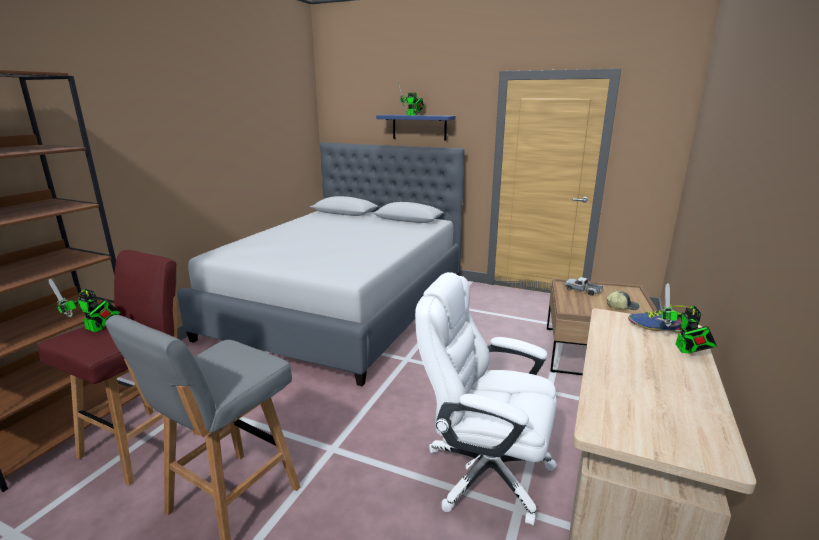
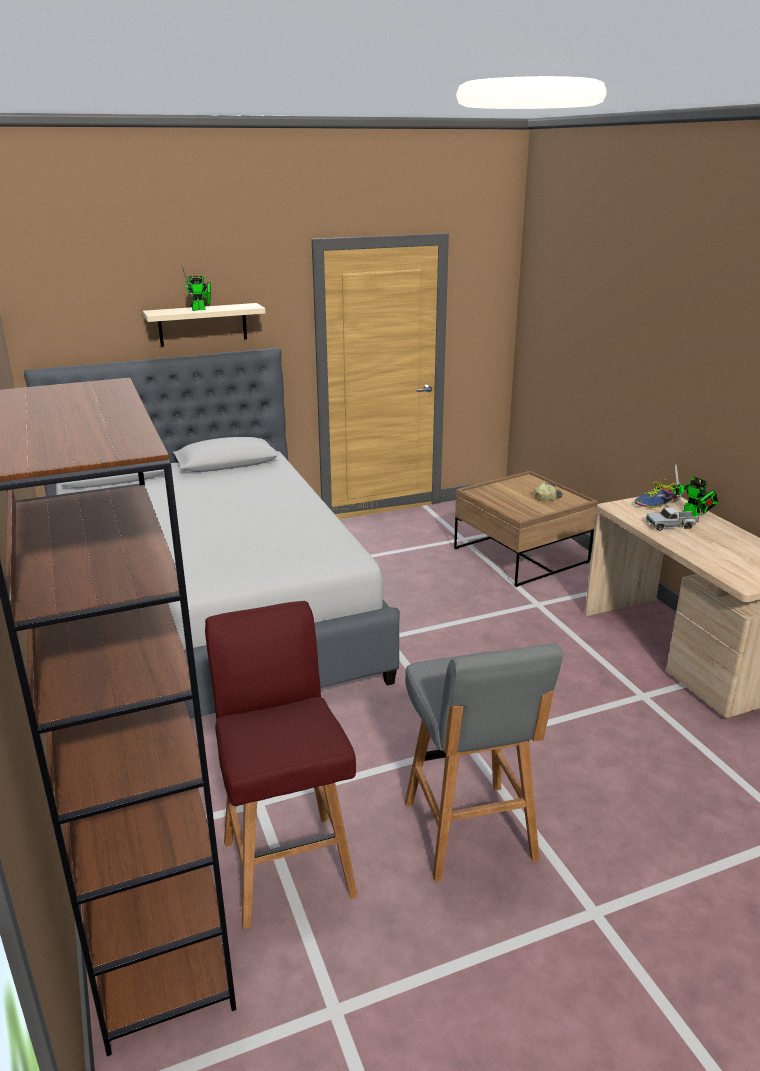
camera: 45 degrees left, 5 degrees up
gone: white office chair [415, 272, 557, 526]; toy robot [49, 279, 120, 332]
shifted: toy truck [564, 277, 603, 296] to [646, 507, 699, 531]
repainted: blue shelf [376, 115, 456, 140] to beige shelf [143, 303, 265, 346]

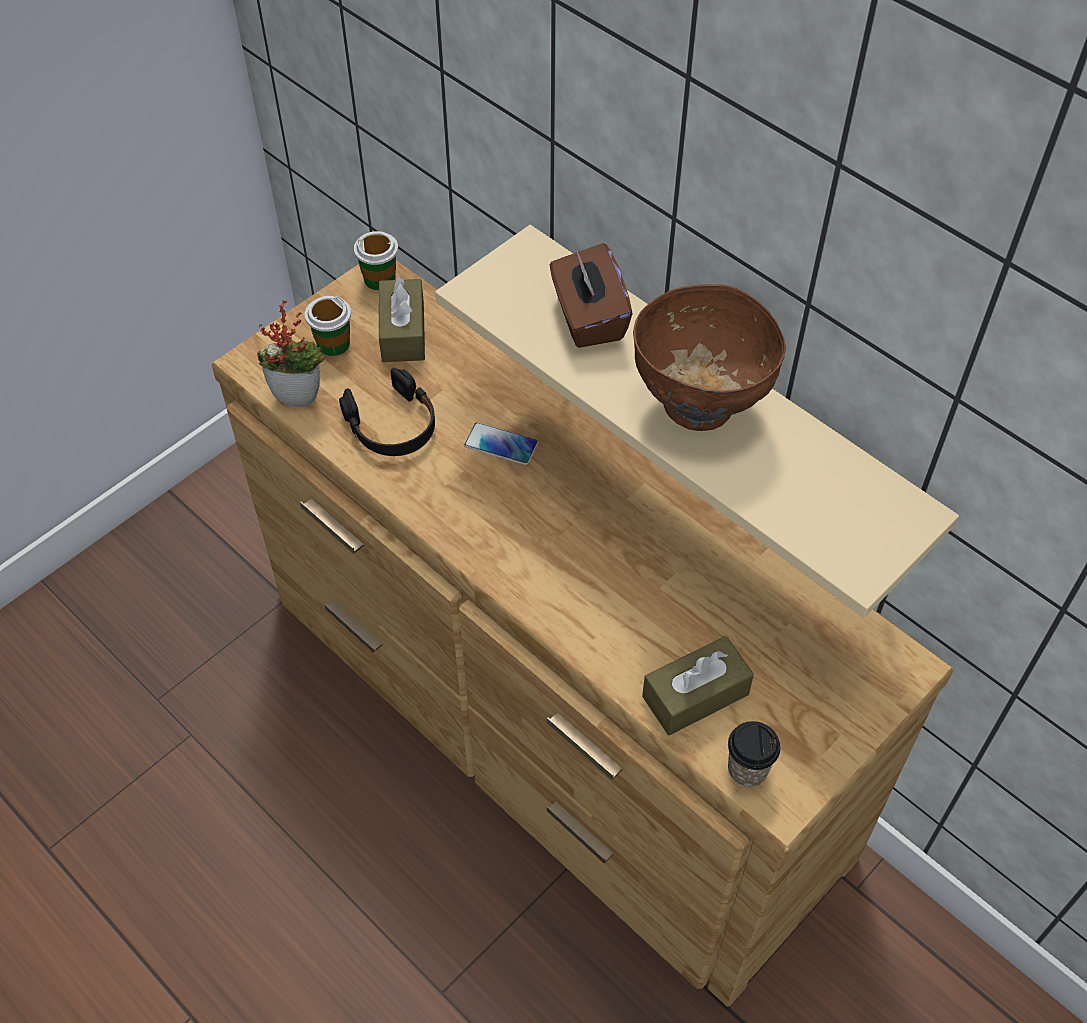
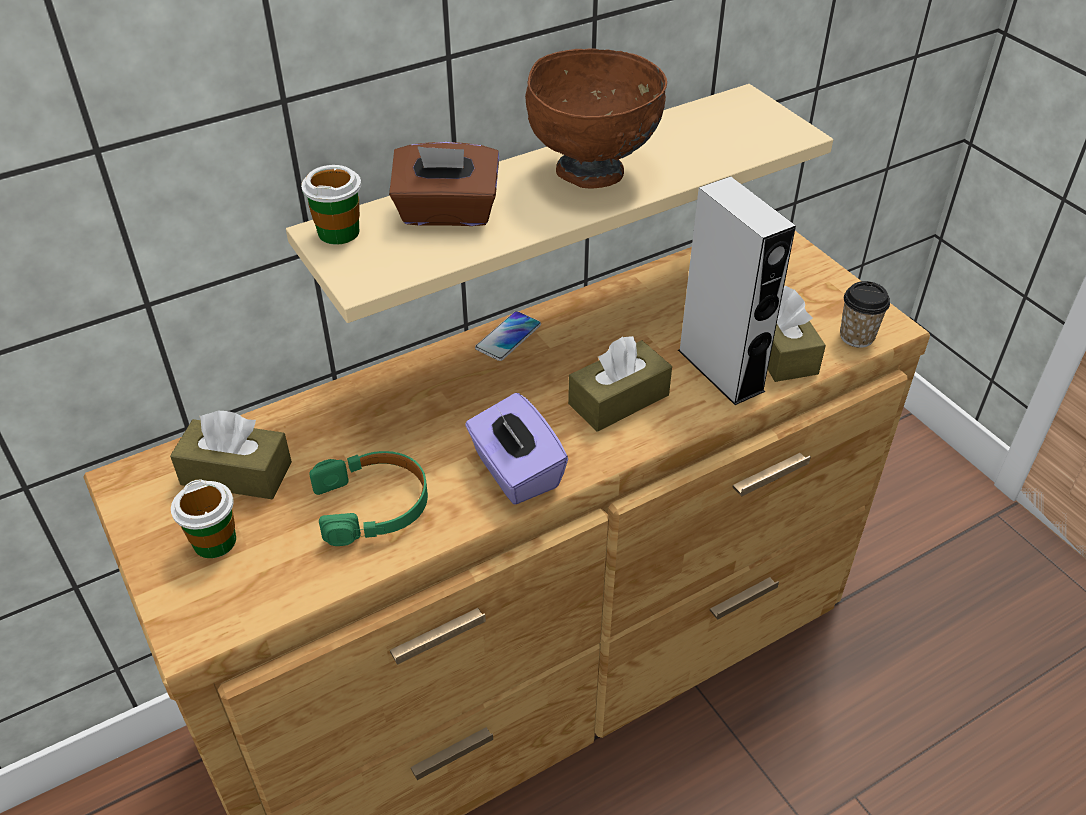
camera: 75 degrees left, 10 degrees down
gone: potted plant [257, 300, 326, 407]
new: grey speaker [678, 176, 796, 405]; brown tissue box [568, 336, 672, 432]; purple tissue box [465, 393, 568, 505]
shifted: cup [354, 231, 398, 290] to [301, 165, 361, 245]; phone [464, 422, 538, 465] to [475, 311, 541, 361]
repainted: black headphones [339, 368, 435, 456] to green headphones [310, 451, 428, 546]

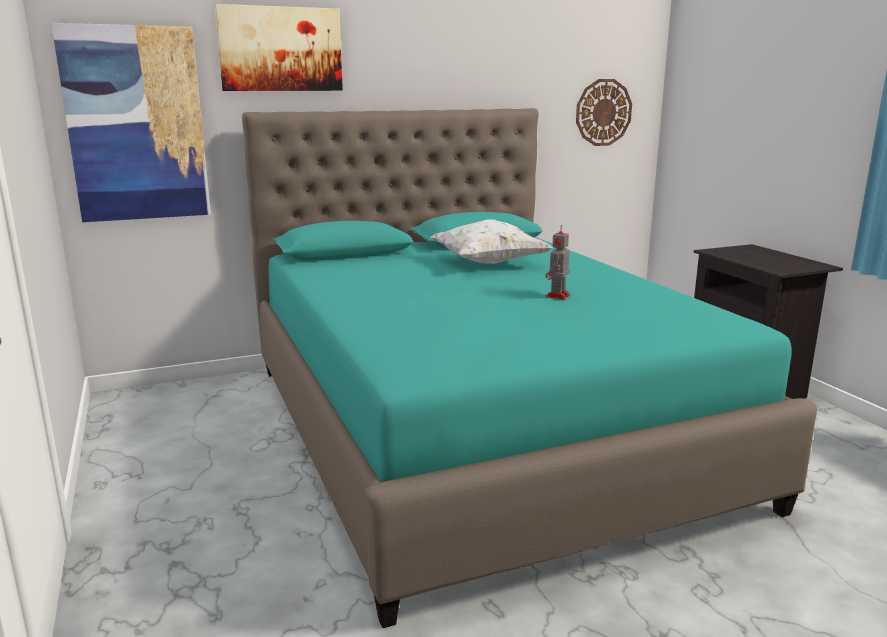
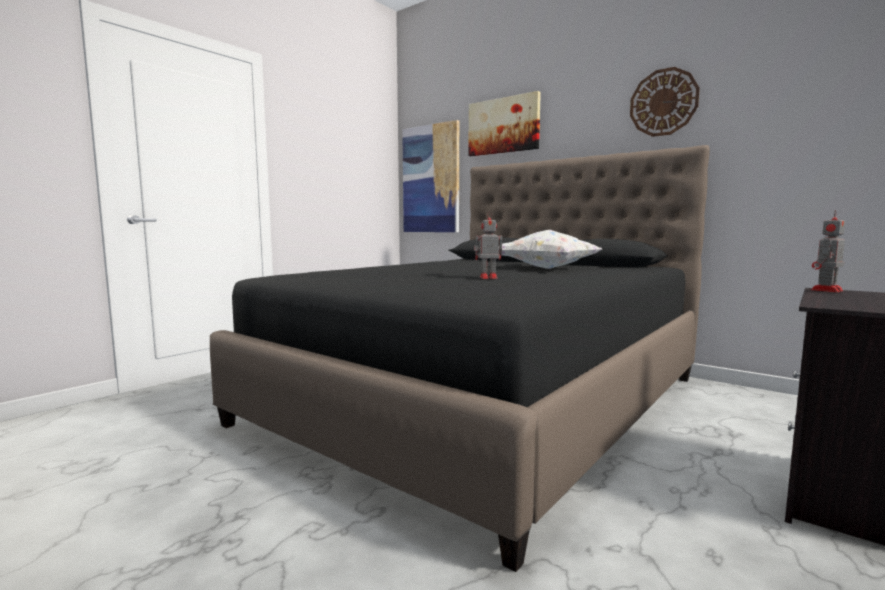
camera: 60 degrees right, 10 degrees down
new: toy robot [811, 210, 845, 293]
shifted: wall clock [576, 79, 632, 146] to [630, 67, 700, 137]
repainted: turquoise bed [242, 108, 818, 628] to black bed [210, 145, 710, 572]

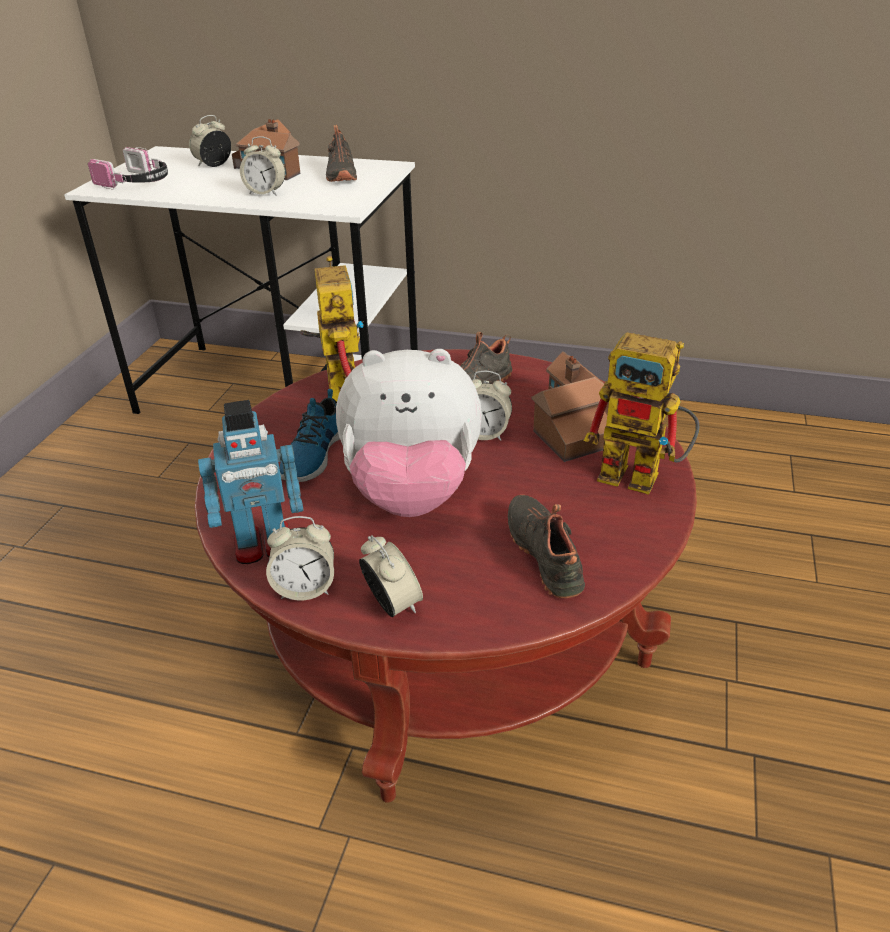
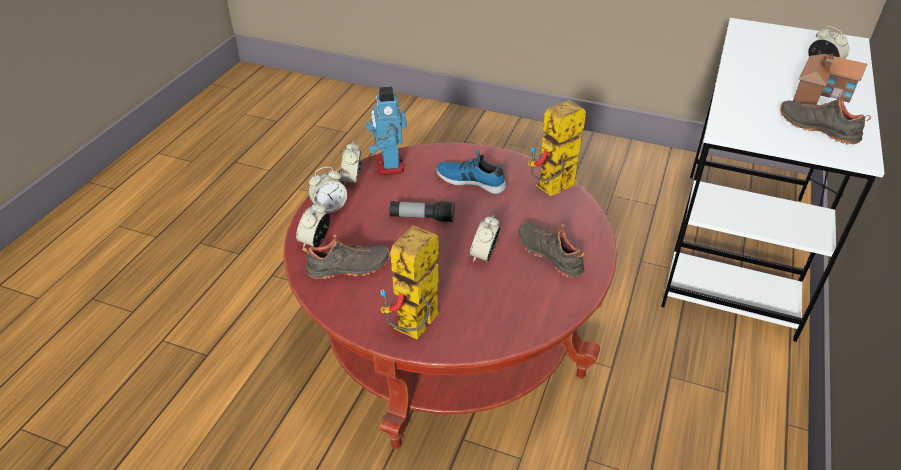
camera: 95 degrees right, 5 degrees up
gone: headphones [88, 147, 168, 189]; toy house [531, 351, 609, 462]
shifted: alarm clock [240, 136, 285, 195] to [296, 202, 330, 247]
swapped: plush toy [336, 349, 482, 517] to flashlight [390, 201, 455, 223]
rotated: black shoe [326, 125, 357, 182] = [780, 92, 871, 145] 45 degrees clockwise; toy robot [300, 256, 364, 401] = [528, 100, 586, 196] 150 degrees clockwise

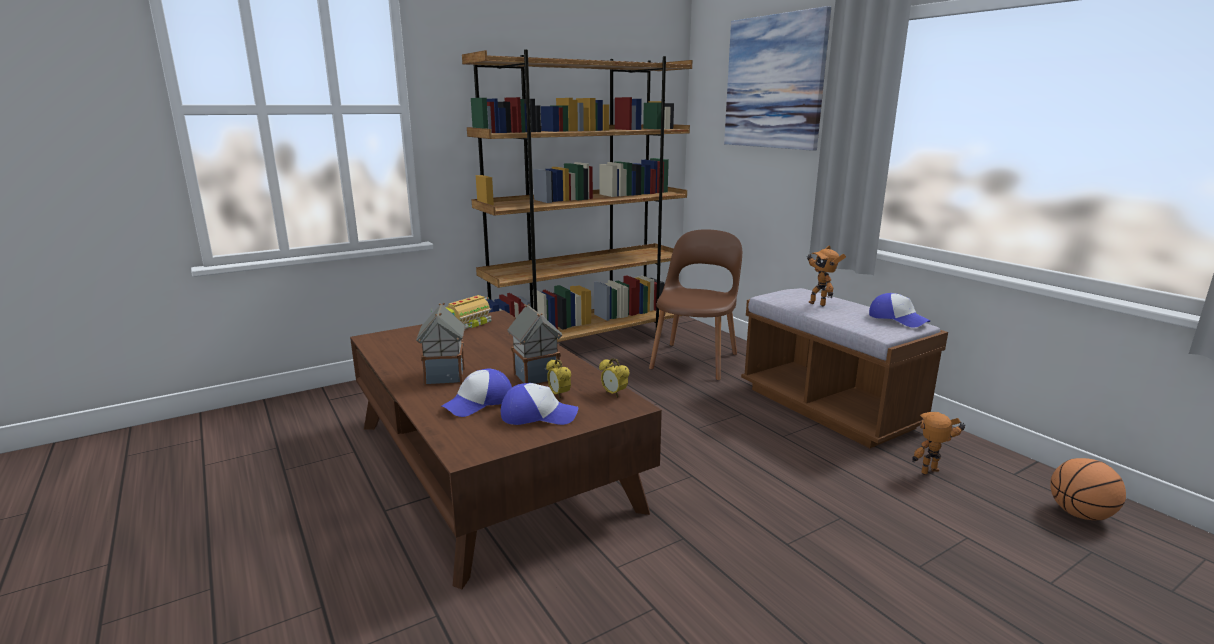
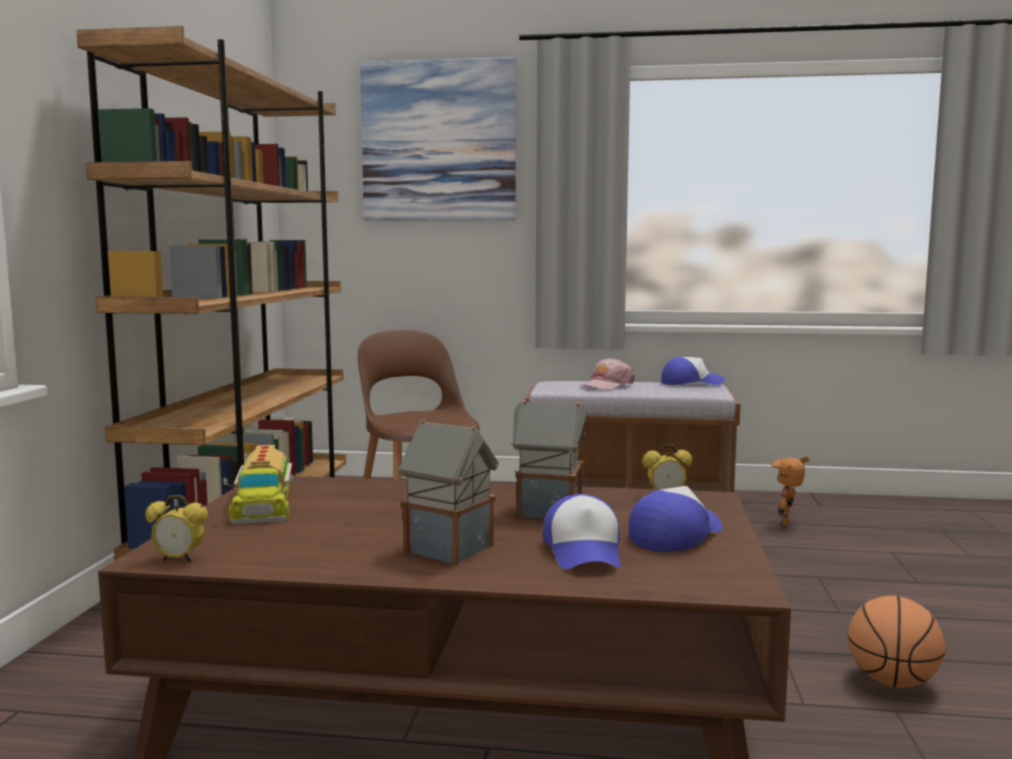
camera: 50 degrees left, 10 degrees down
shifted: alarm clock [546, 359, 571, 399] to [146, 495, 208, 562]; basketball [1050, 458, 1126, 520] to [848, 596, 946, 688]
swapped: toy robot [807, 245, 846, 306] to pink cap [580, 358, 635, 390]

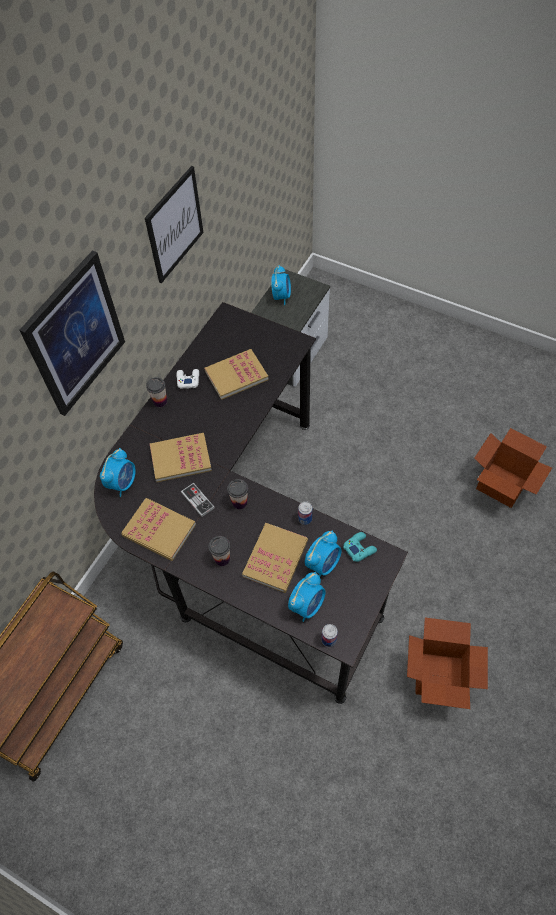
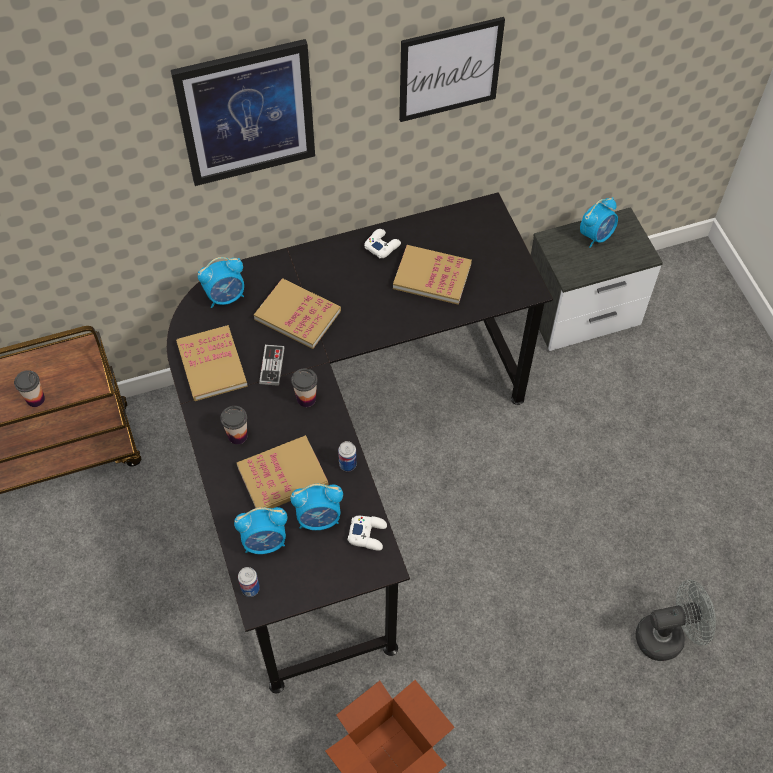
camera: 40 degrees right, 0 degrees up
shifted: cup [146, 377, 167, 407] to [14, 371, 45, 407]
swapped: cardboard box [474, 428, 552, 508] to grey fan [636, 580, 716, 661]
repainted: turquoise game controller [343, 532, 377, 562] to white game controller [348, 516, 387, 551]

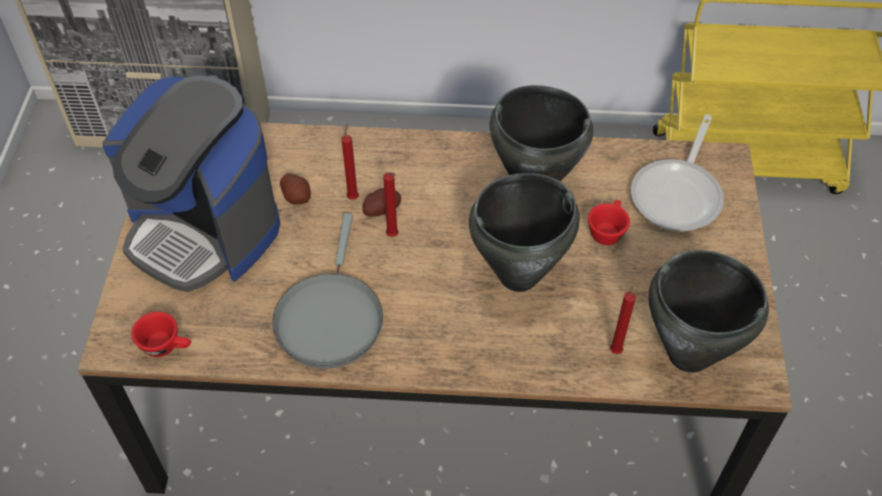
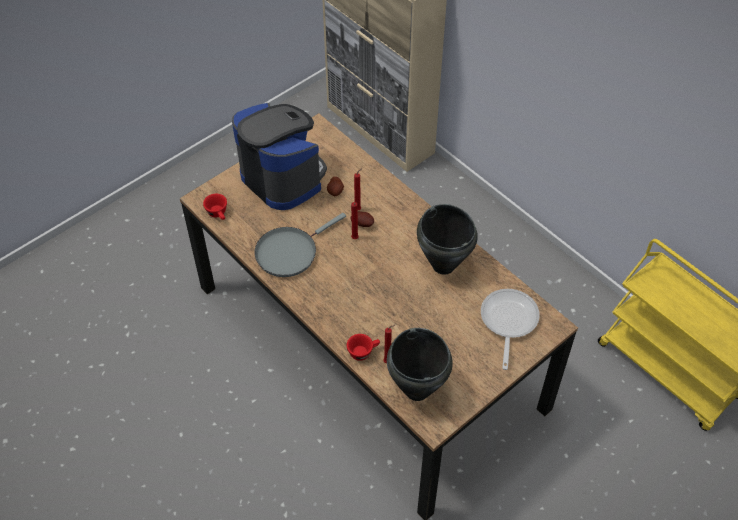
camera: 45 degrees right, 0 degrees up
gone: black cooking pot [469, 173, 580, 292]
shifted: red cup [588, 200, 630, 245] to [347, 334, 380, 361]
rotated: coffee machine [102, 75, 280, 292] = [232, 103, 327, 210] 150 degrees clockwise; frying pan [631, 115, 724, 231] = [481, 289, 540, 370] 120 degrees clockwise

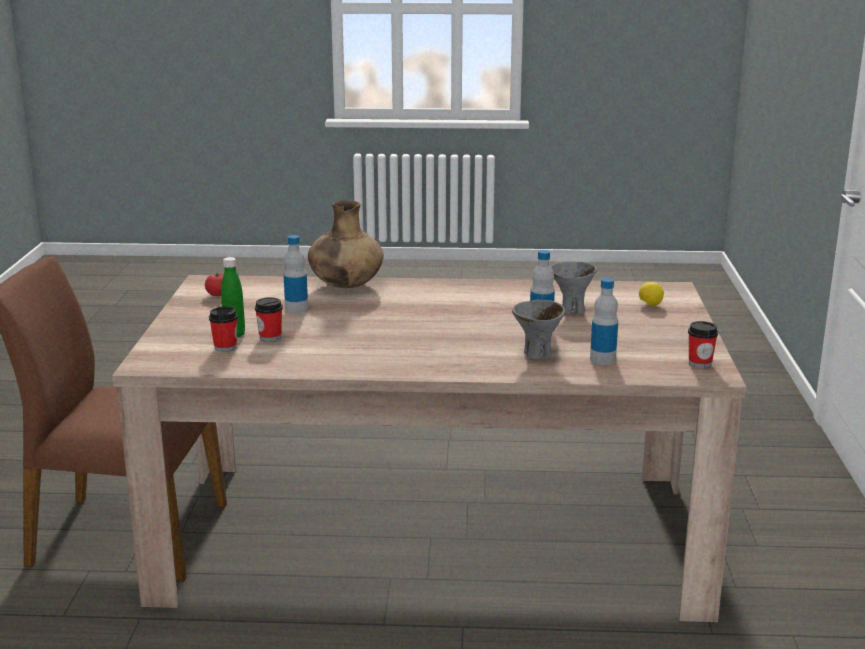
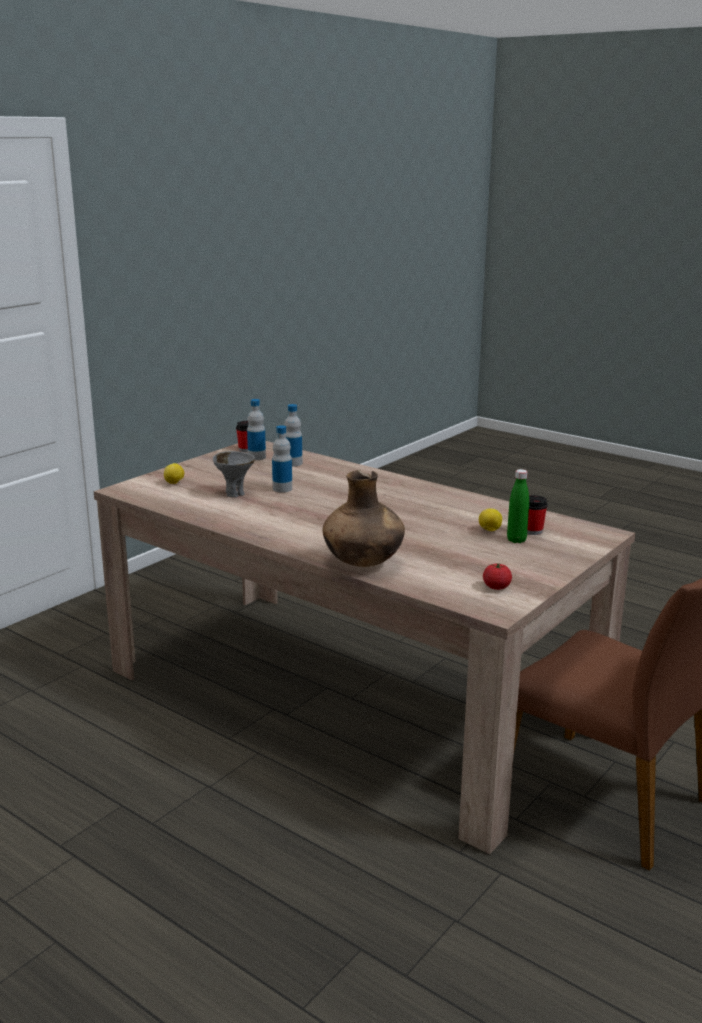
camera: 145 degrees left, 0 degrees up
gone: grey bowl [512, 300, 565, 359]
shifted: bottle [283, 235, 308, 313] to [247, 399, 266, 460]
swapped: cup [255, 297, 283, 342] to lemon [479, 508, 502, 531]

